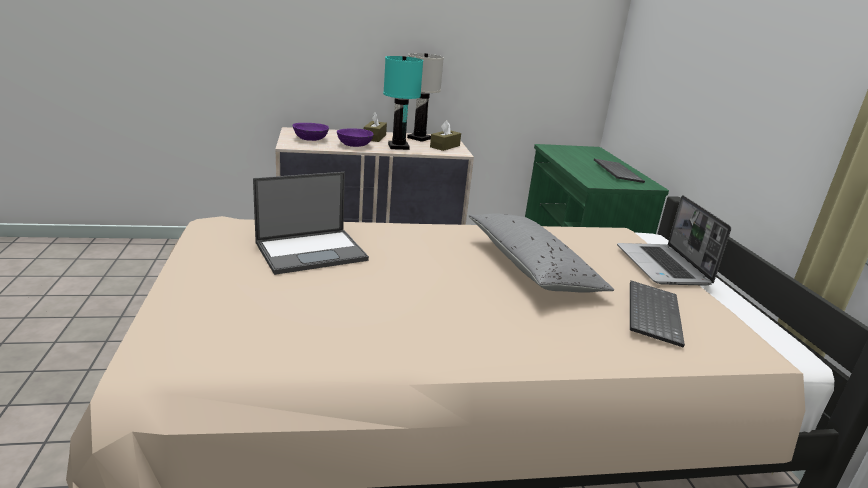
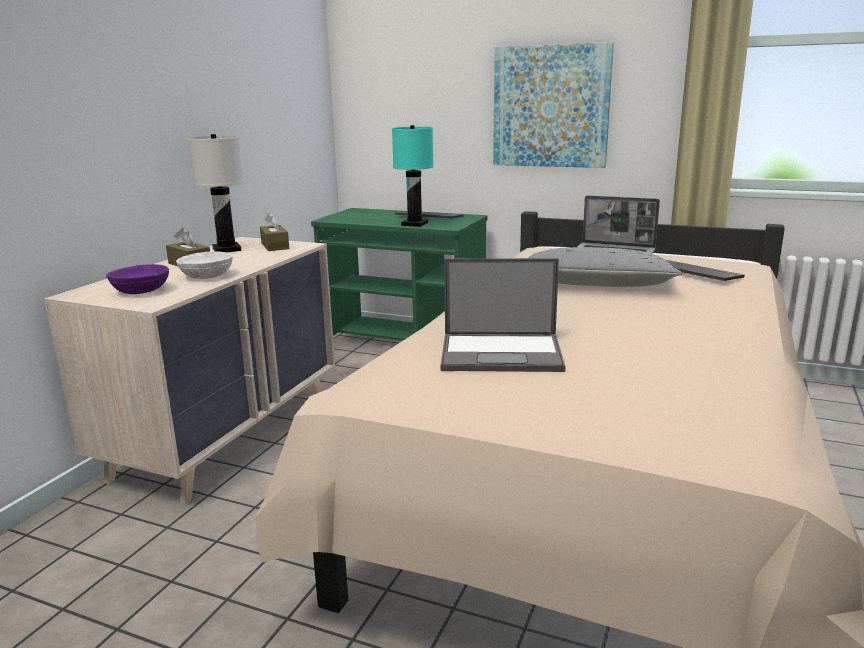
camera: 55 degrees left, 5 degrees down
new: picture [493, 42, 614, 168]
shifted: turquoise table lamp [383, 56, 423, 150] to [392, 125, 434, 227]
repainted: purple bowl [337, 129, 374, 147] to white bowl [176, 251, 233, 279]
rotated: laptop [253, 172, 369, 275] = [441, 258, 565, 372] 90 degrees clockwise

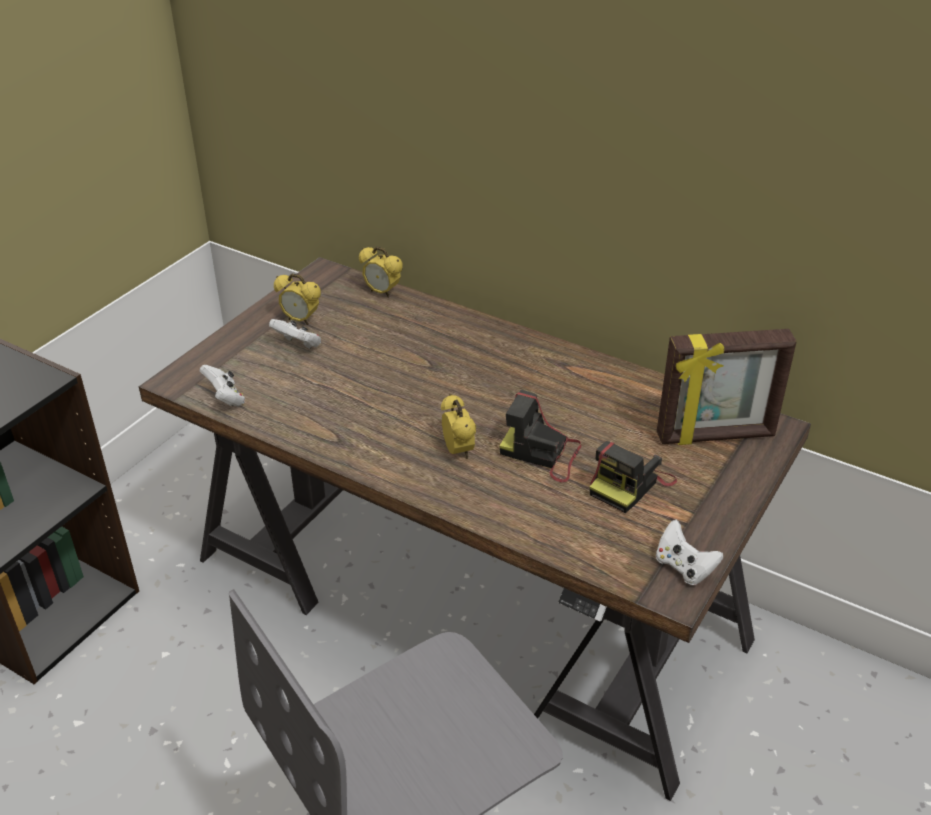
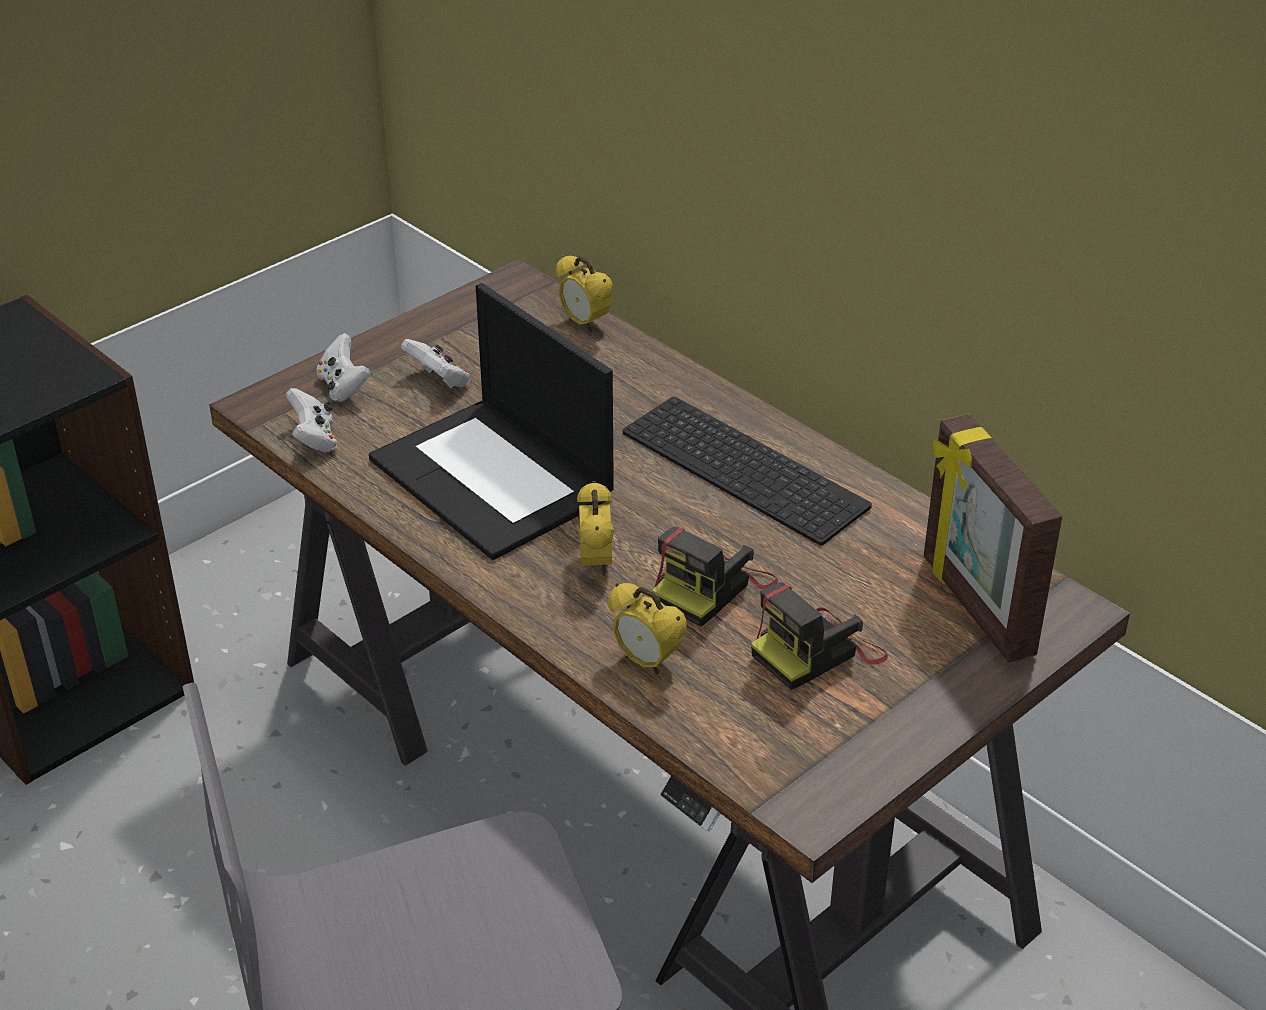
camera: 15 degrees right, 0 degrees up
new: laptop [369, 283, 614, 560]; keyboard [623, 397, 872, 545]
shifted: alarm clock [274, 274, 321, 325] to [608, 583, 687, 675]; white game controller [656, 520, 723, 585] to [316, 333, 371, 402]
rotated: picture frame [657, 329, 797, 445] = [924, 414, 1062, 663] 60 degrees clockwise; photo camera [499, 390, 582, 483] = [652, 527, 778, 627] 90 degrees counterclockwise

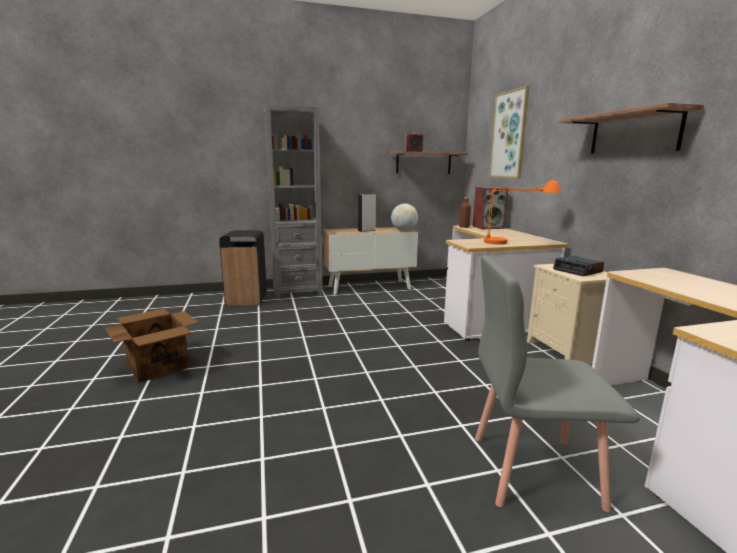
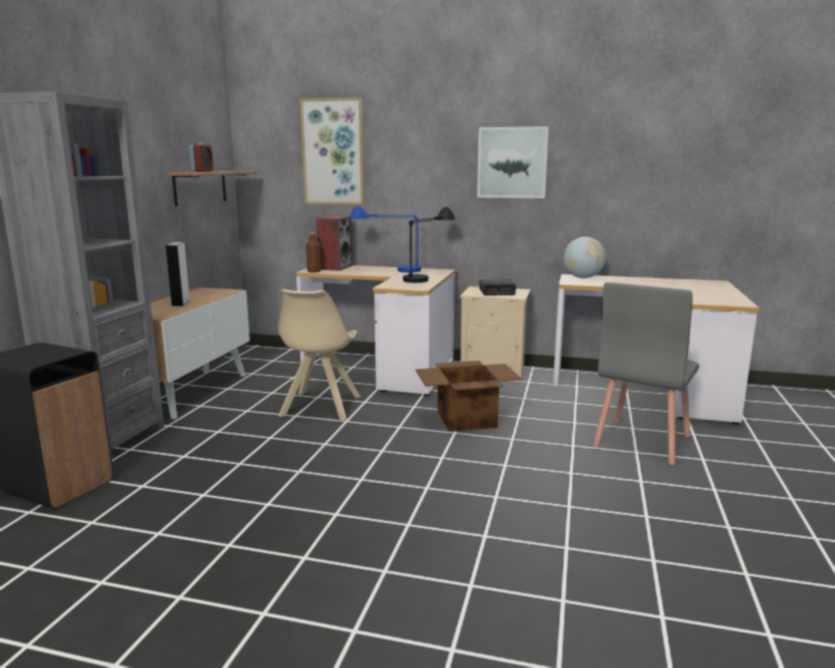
camera: 60 degrees left, 0 degrees up
new: blue table lamp [349, 206, 421, 273]; beige chair [278, 289, 361, 420]
shifted: globe [391, 204, 418, 231] to [563, 237, 606, 278]; cardboard box [105, 309, 199, 383] to [415, 361, 522, 432]
swapped: shelf [558, 102, 704, 154] to picture [477, 126, 549, 198]
repainted: orange table lamp [484, 180, 562, 245] to black table lamp [403, 207, 456, 283]

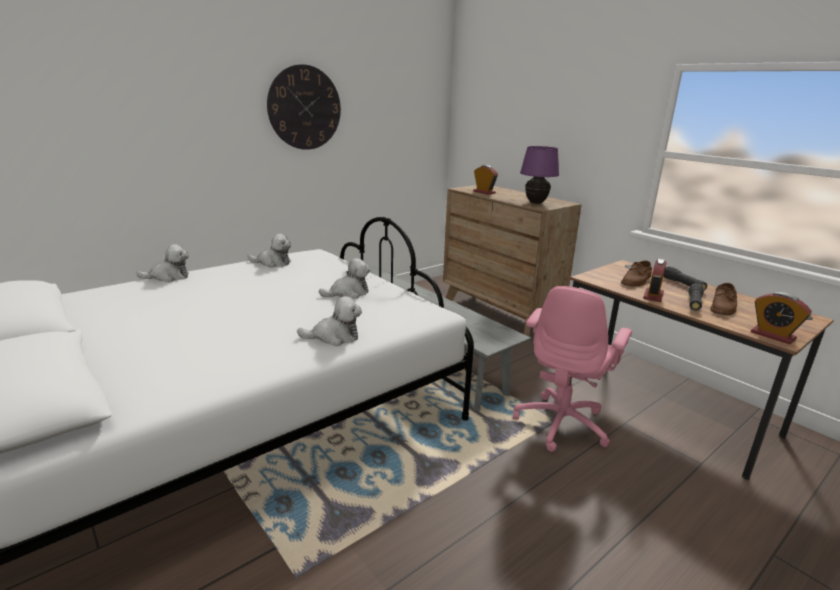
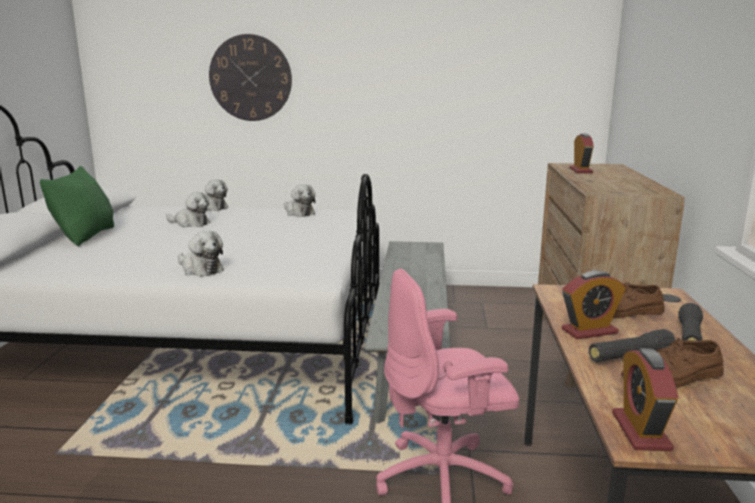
camera: 45 degrees right, 5 degrees down
gone: purple table lamp [520, 146, 559, 204]
new: green pillow [40, 166, 114, 246]
shifted: wall clock [267, 64, 341, 150] to [209, 34, 292, 121]; plush toy [319, 258, 370, 299] to [166, 192, 211, 227]

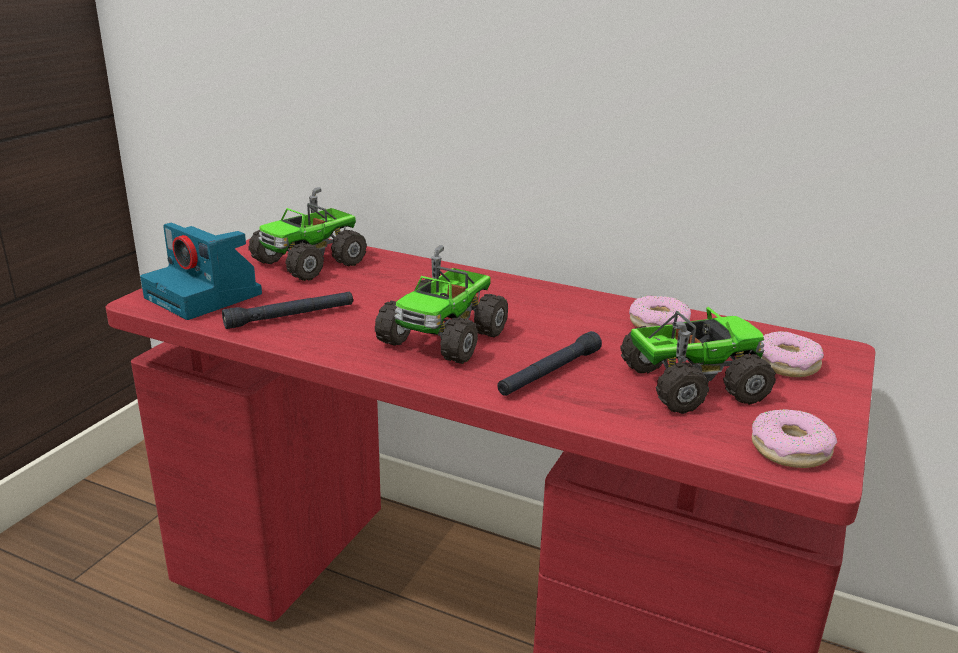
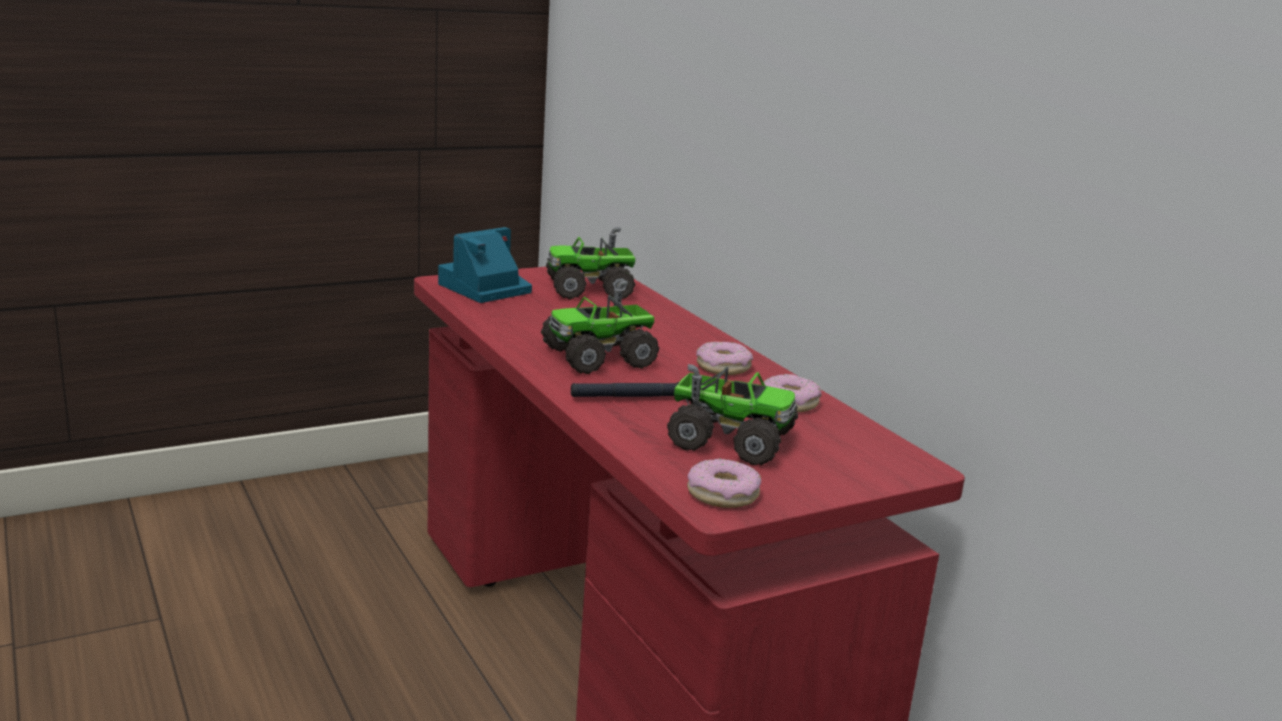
camera: 35 degrees right, 5 degrees down
gone: black flashlight [222, 292, 353, 329]
shifted: donut [761, 331, 824, 377] to [696, 342, 753, 375]
rotated: photo camera [140, 223, 262, 320] = [438, 227, 532, 303] 60 degrees clockwise

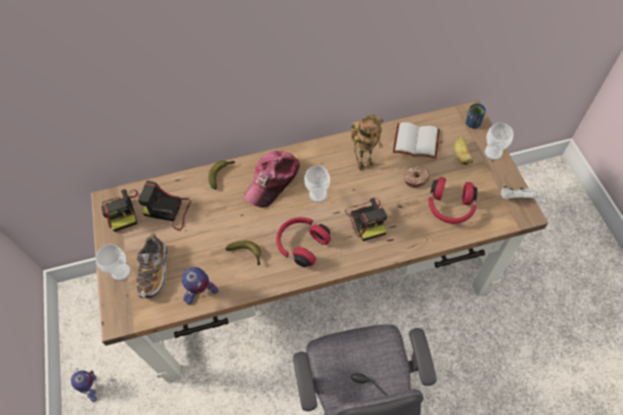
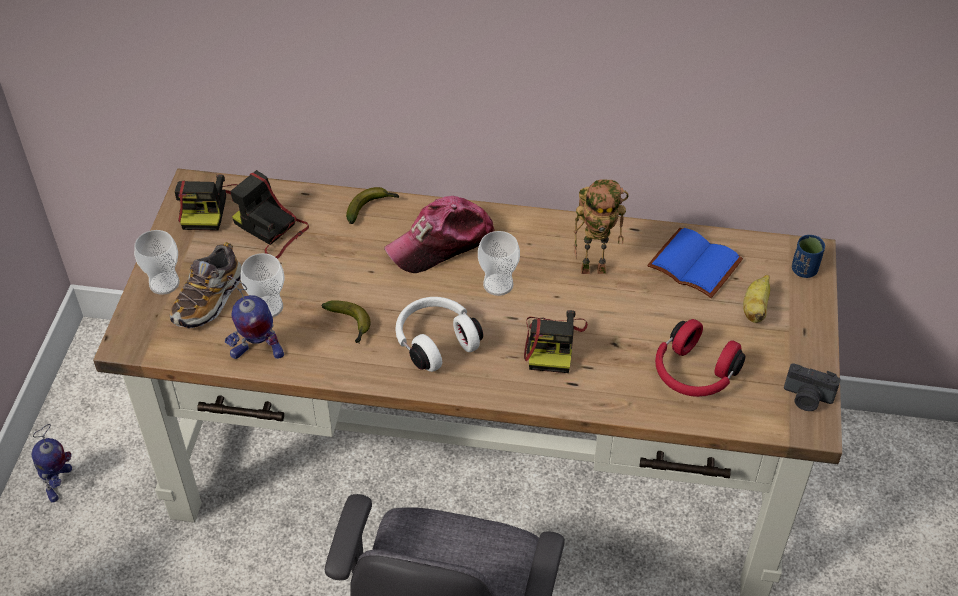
camera: 20 degrees right, 10 degrees down
gone: donut [403, 165, 430, 188]
shifted: cup [484, 123, 513, 160] to [240, 253, 284, 317]
swapped: white game controller [501, 186, 538, 199] to photo camera [784, 363, 841, 411]
repainted: white book [393, 122, 440, 159] to blue book [647, 228, 743, 298]; red headphones [276, 217, 331, 267] to white headphones [395, 297, 483, 372]

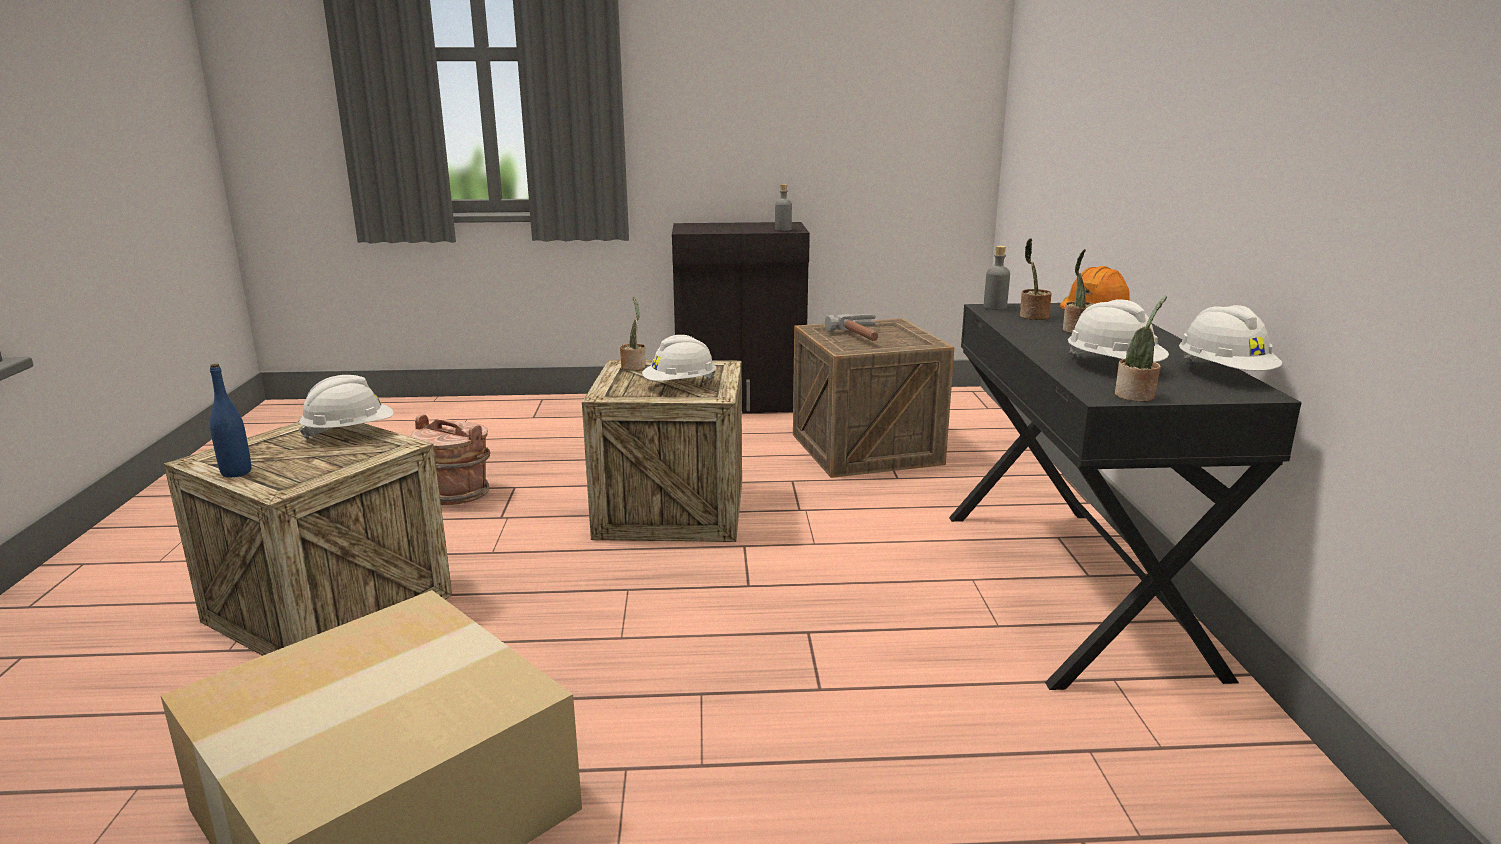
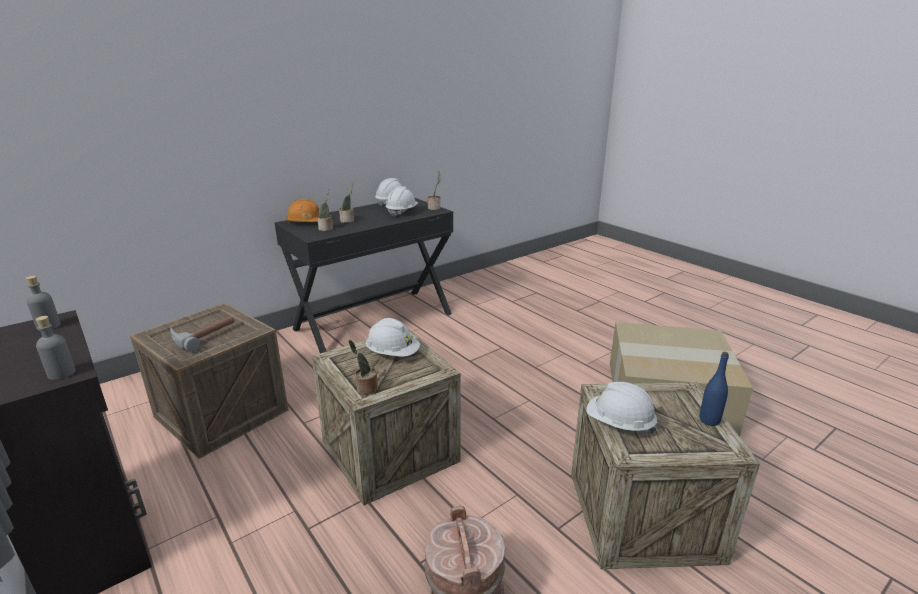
camera: 125 degrees left, 5 degrees up
shifted: grey bottle [984, 246, 1010, 310] to [35, 316, 75, 380]

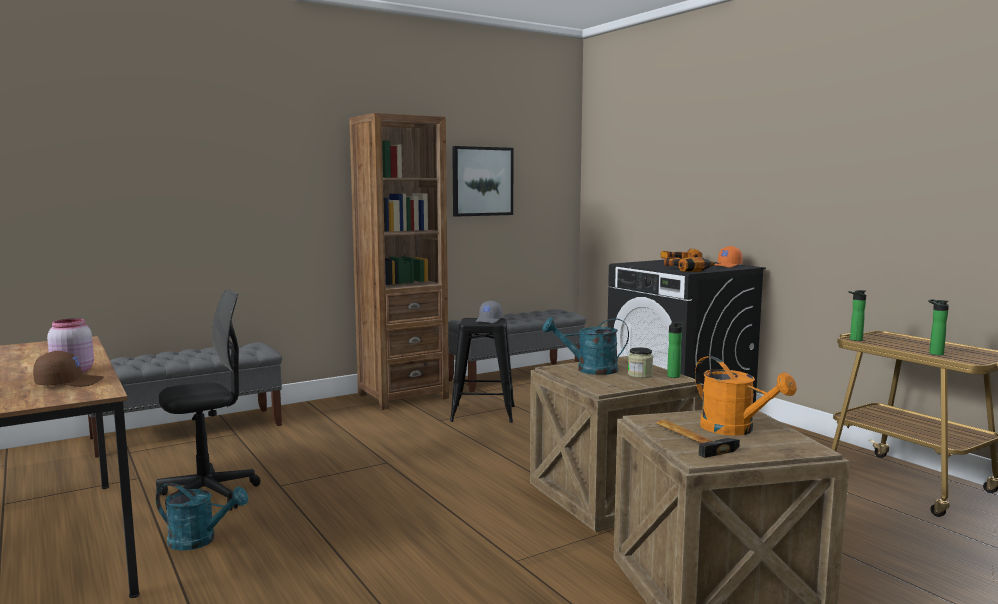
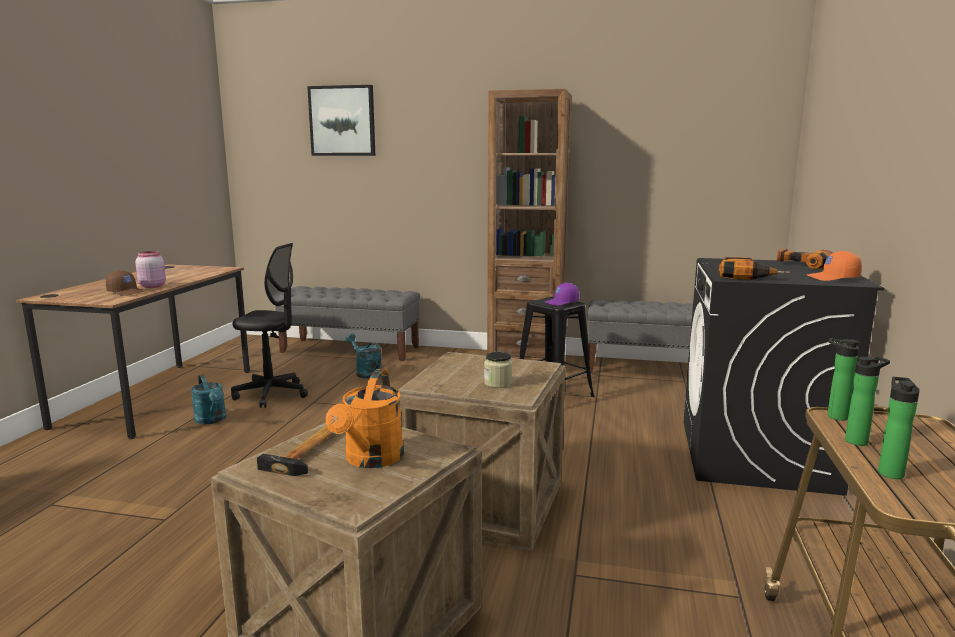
camera: 45 degrees right, 5 degrees up
shifted: picture [452, 146, 513, 216] to [307, 85, 375, 156]; turquoise watering can [542, 317, 629, 375] to [346, 334, 382, 379]; bottle [667, 321, 684, 378] to [845, 357, 890, 446]
repainted: grey cap [475, 301, 502, 323] to purple cap [545, 283, 579, 306]

